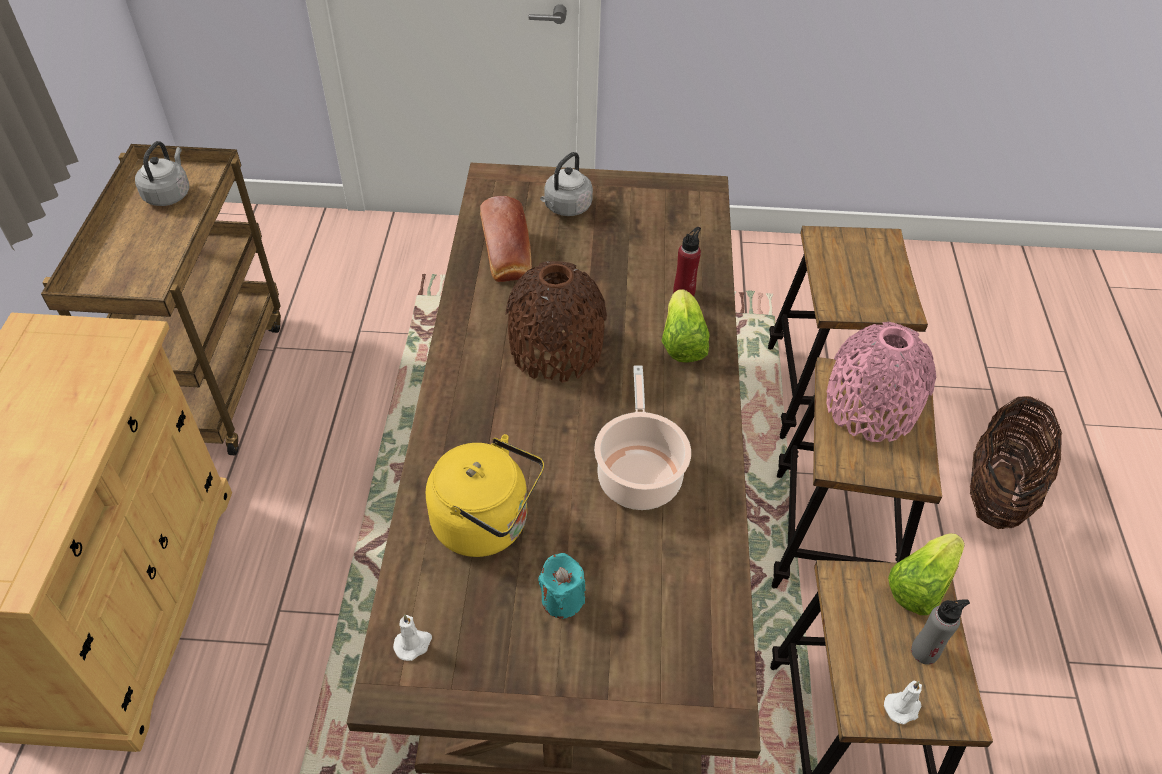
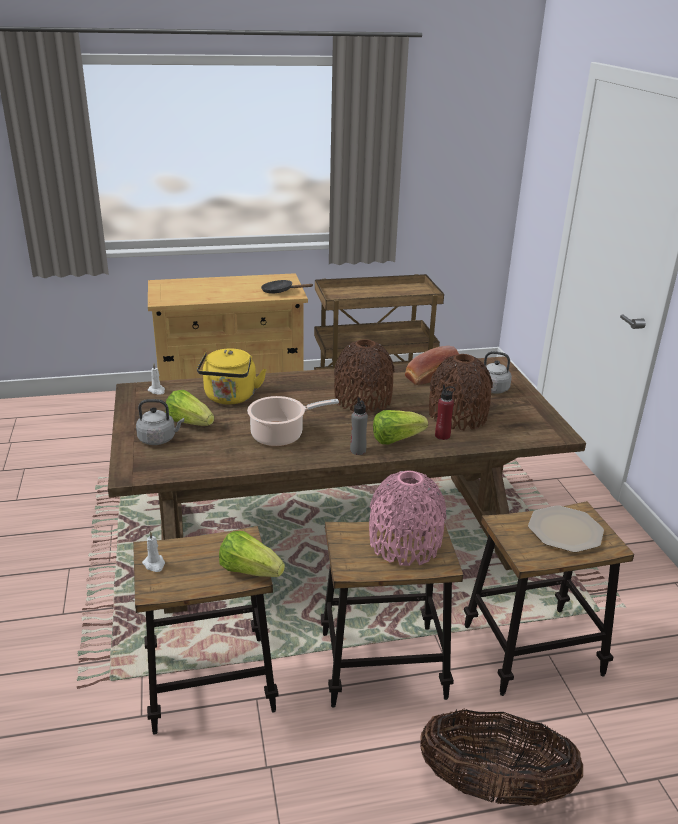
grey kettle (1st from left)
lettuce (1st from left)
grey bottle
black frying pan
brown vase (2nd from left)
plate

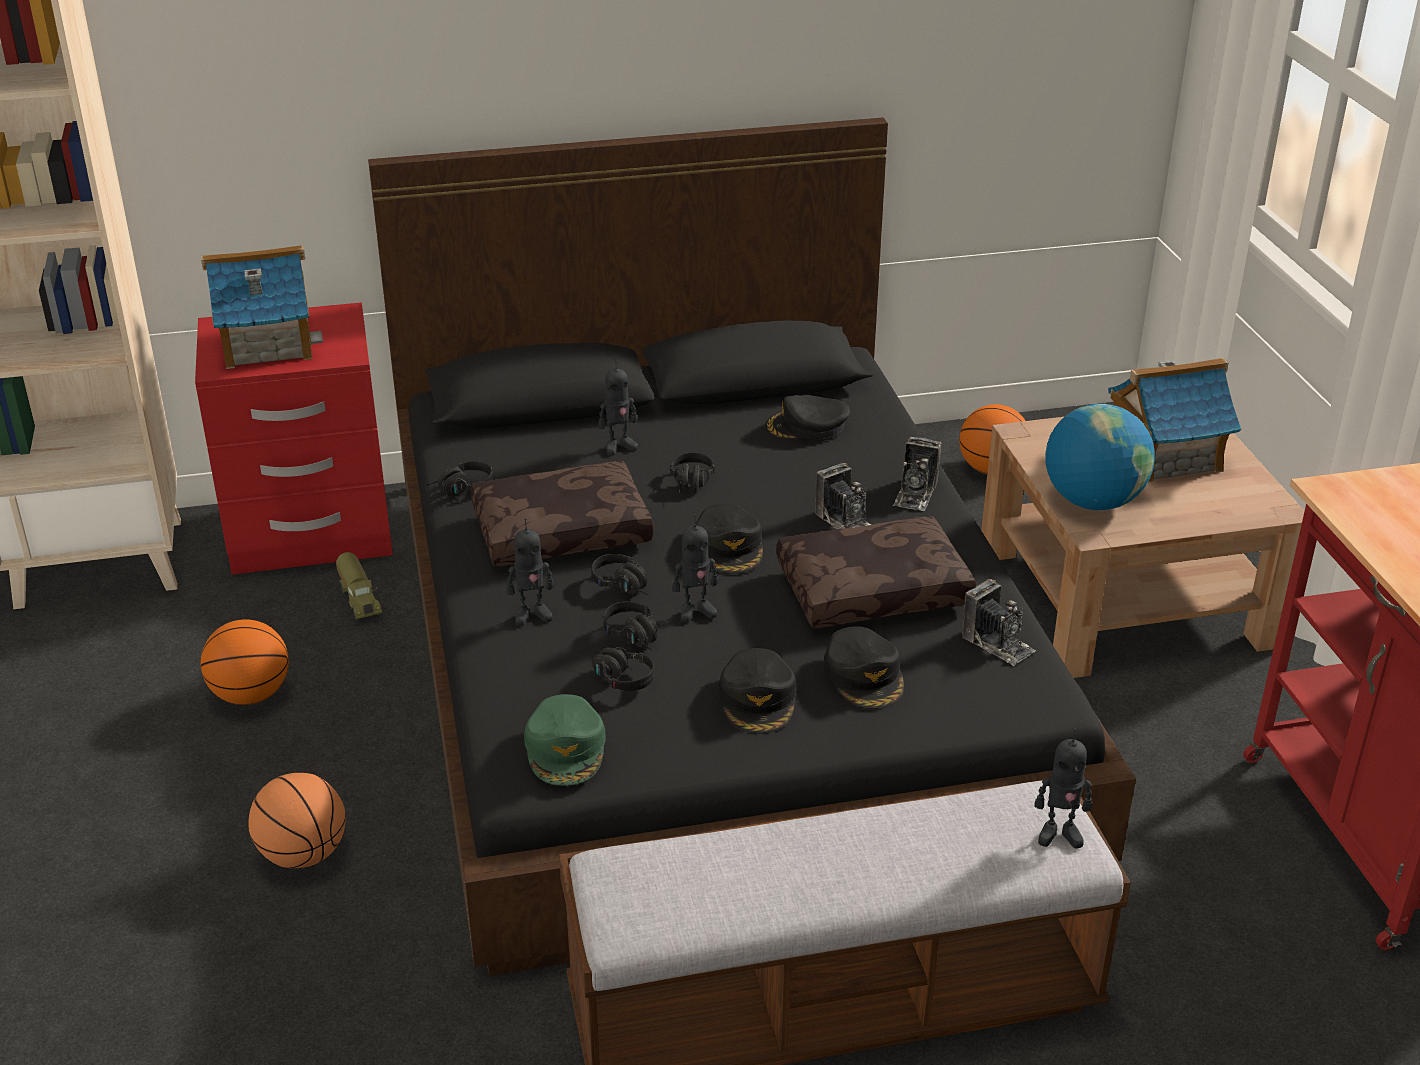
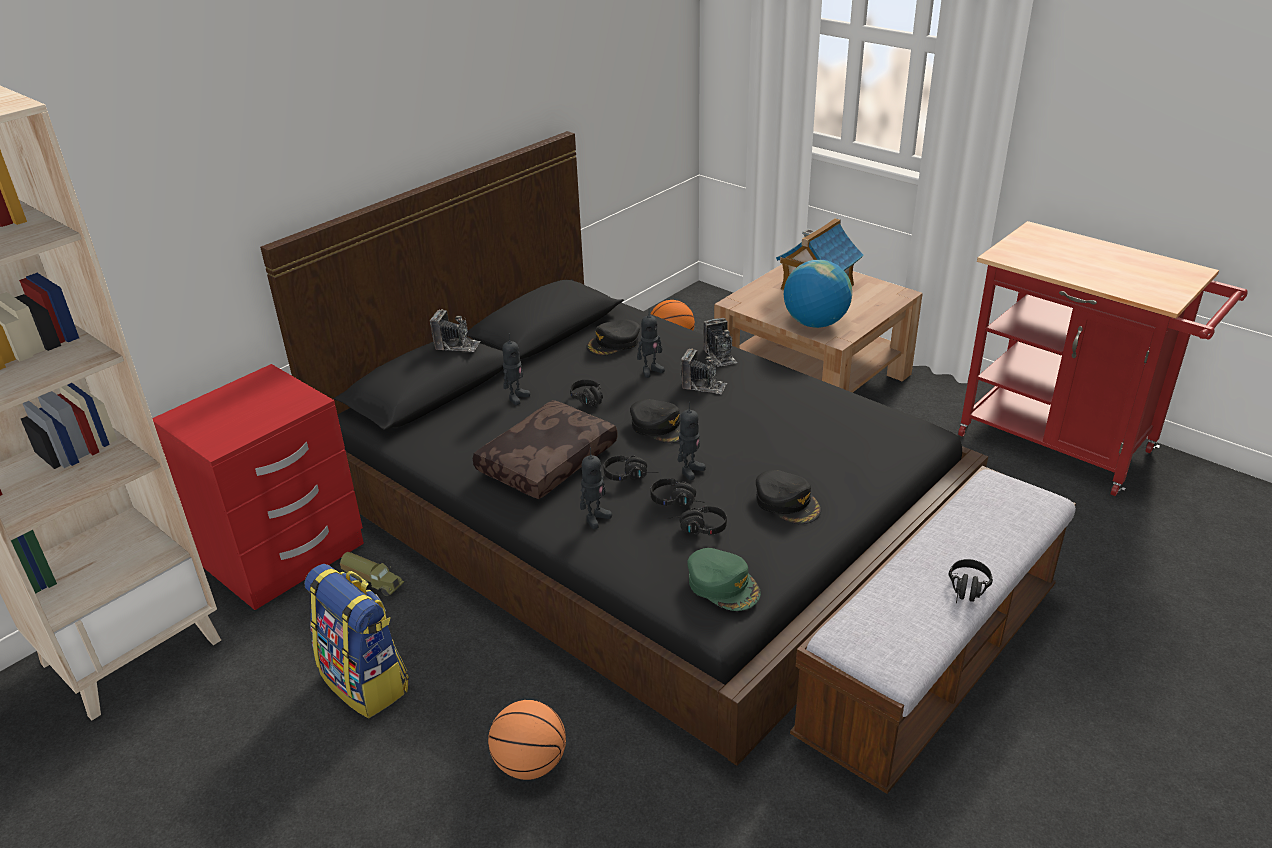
toy house (1st from left in the first image)
backpack
black headphones (5th from left)
brown pillow (2nd from left in the first image)
black cap (4th from left in the first image)
photo camera (1st from left)
toy robot (3rd from left)

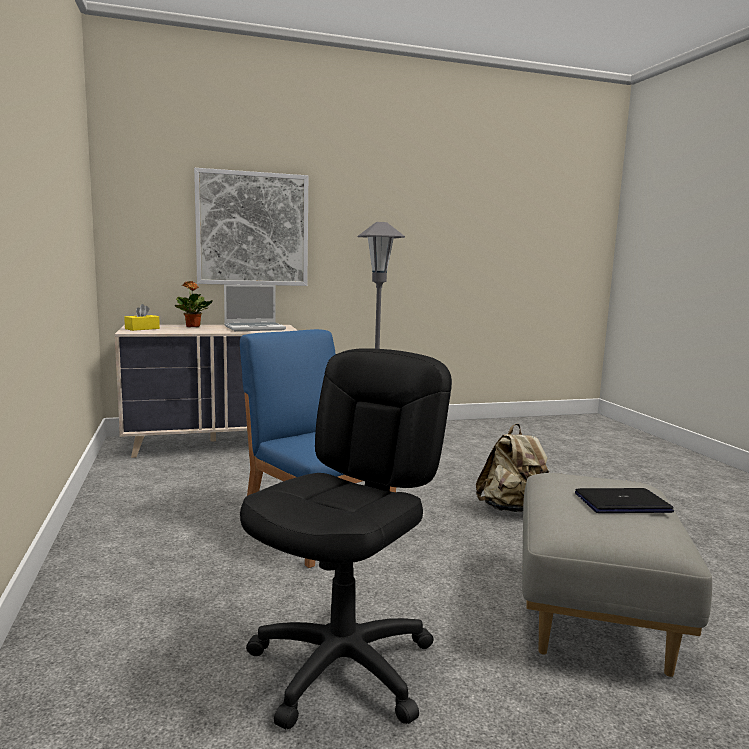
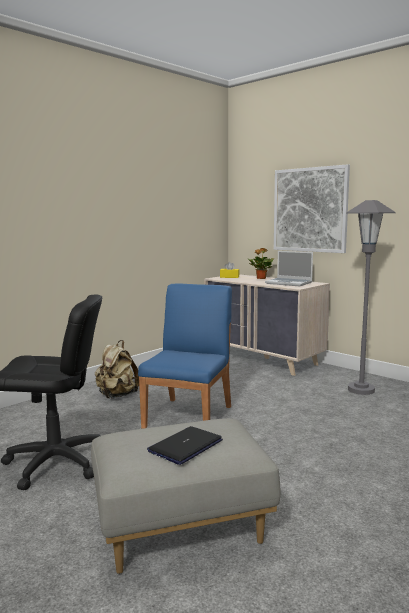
beige backpack
laptop (1st from left)

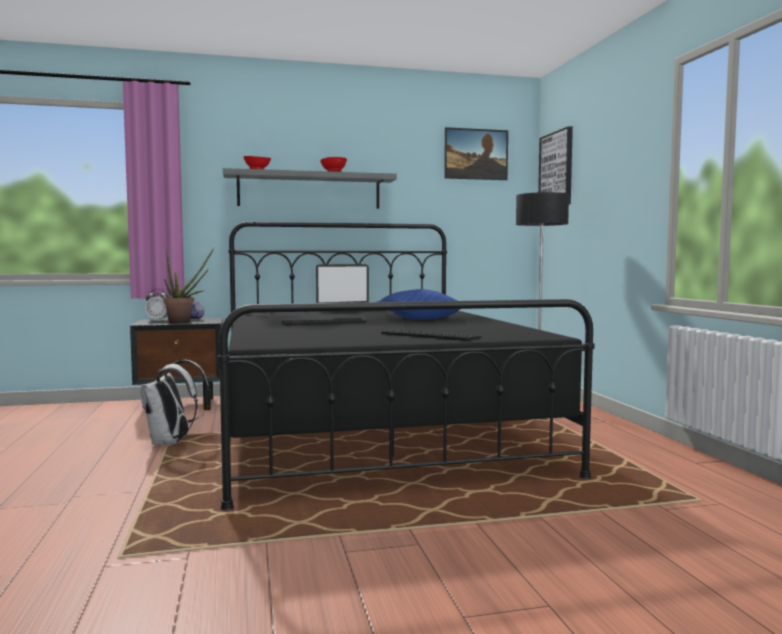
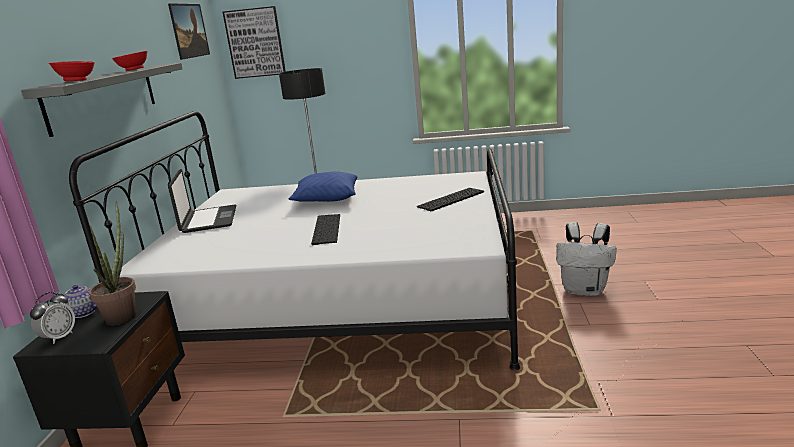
white backpack
white bed

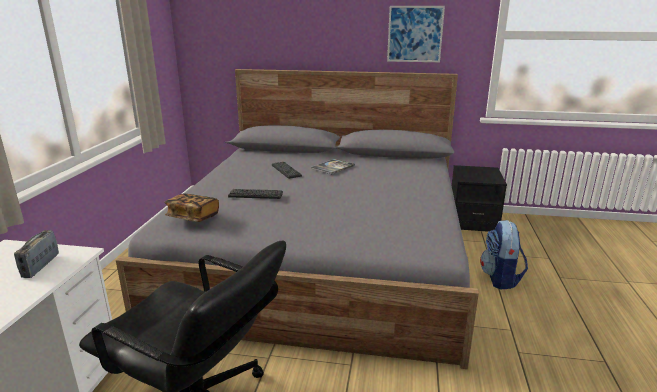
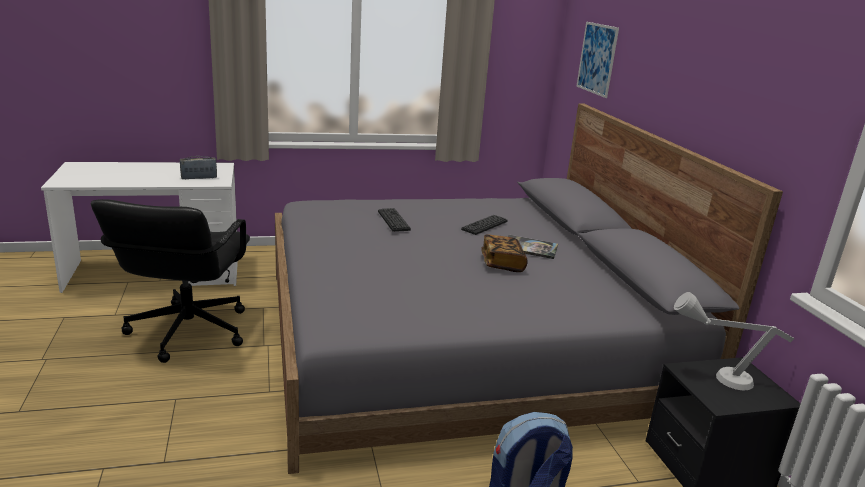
book (1st from left)
picture
grey table lamp

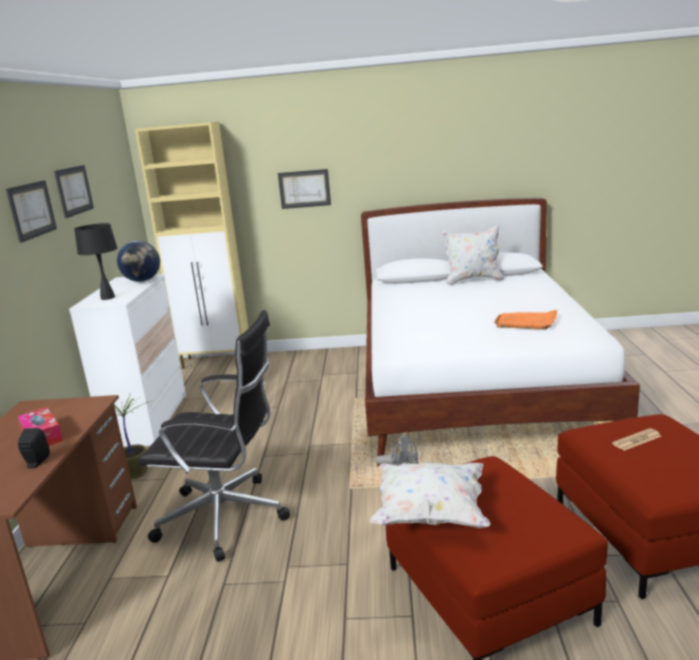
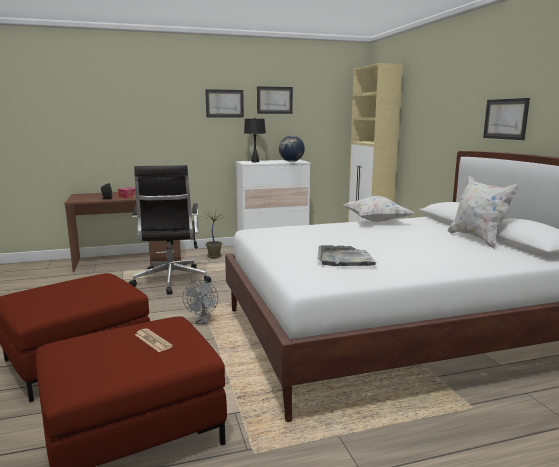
picture (3rd from left)
white pillow (1st from left)
grey tray

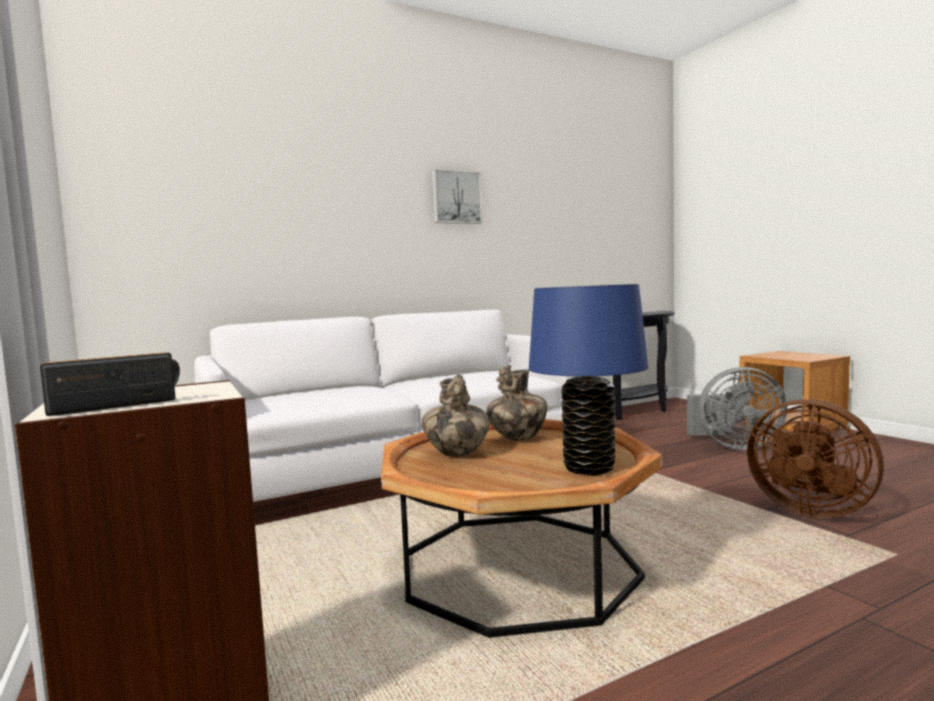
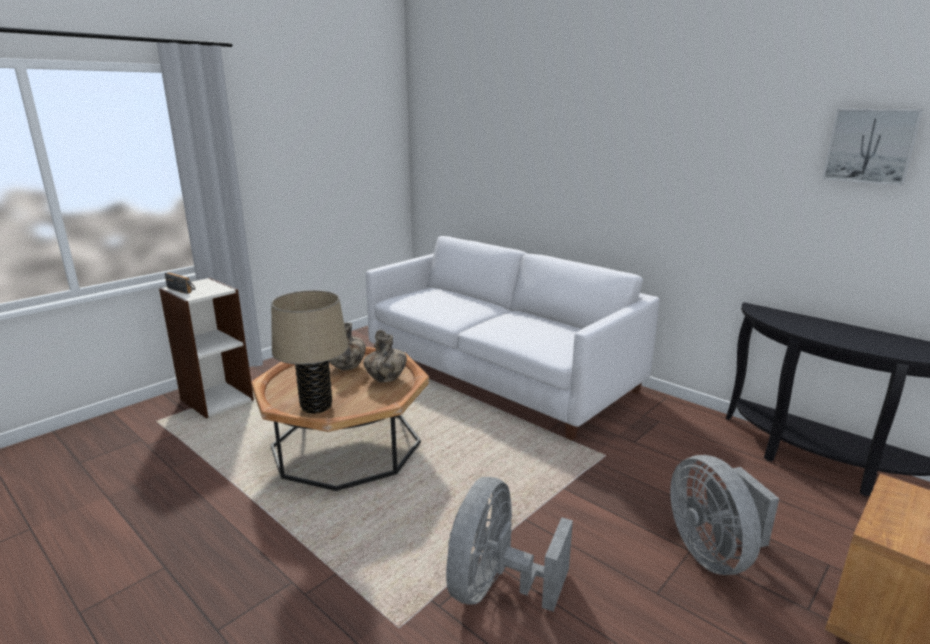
picture
beige table lamp
grey fan (1st from left)

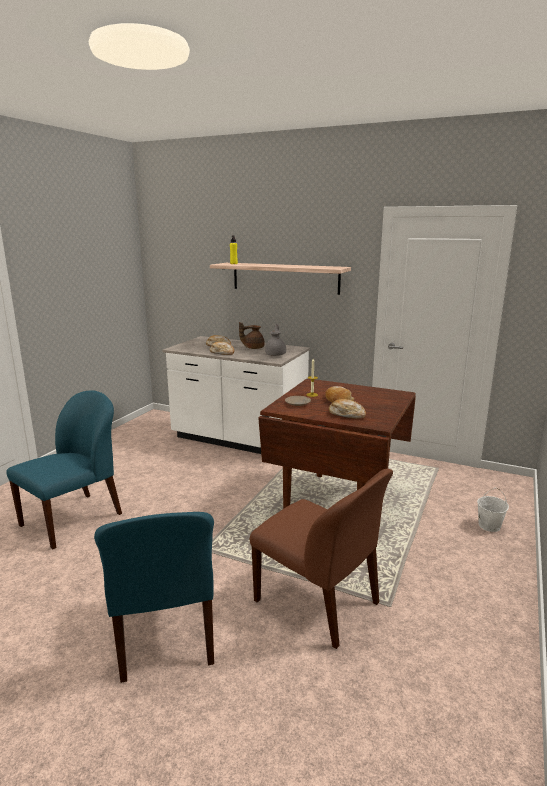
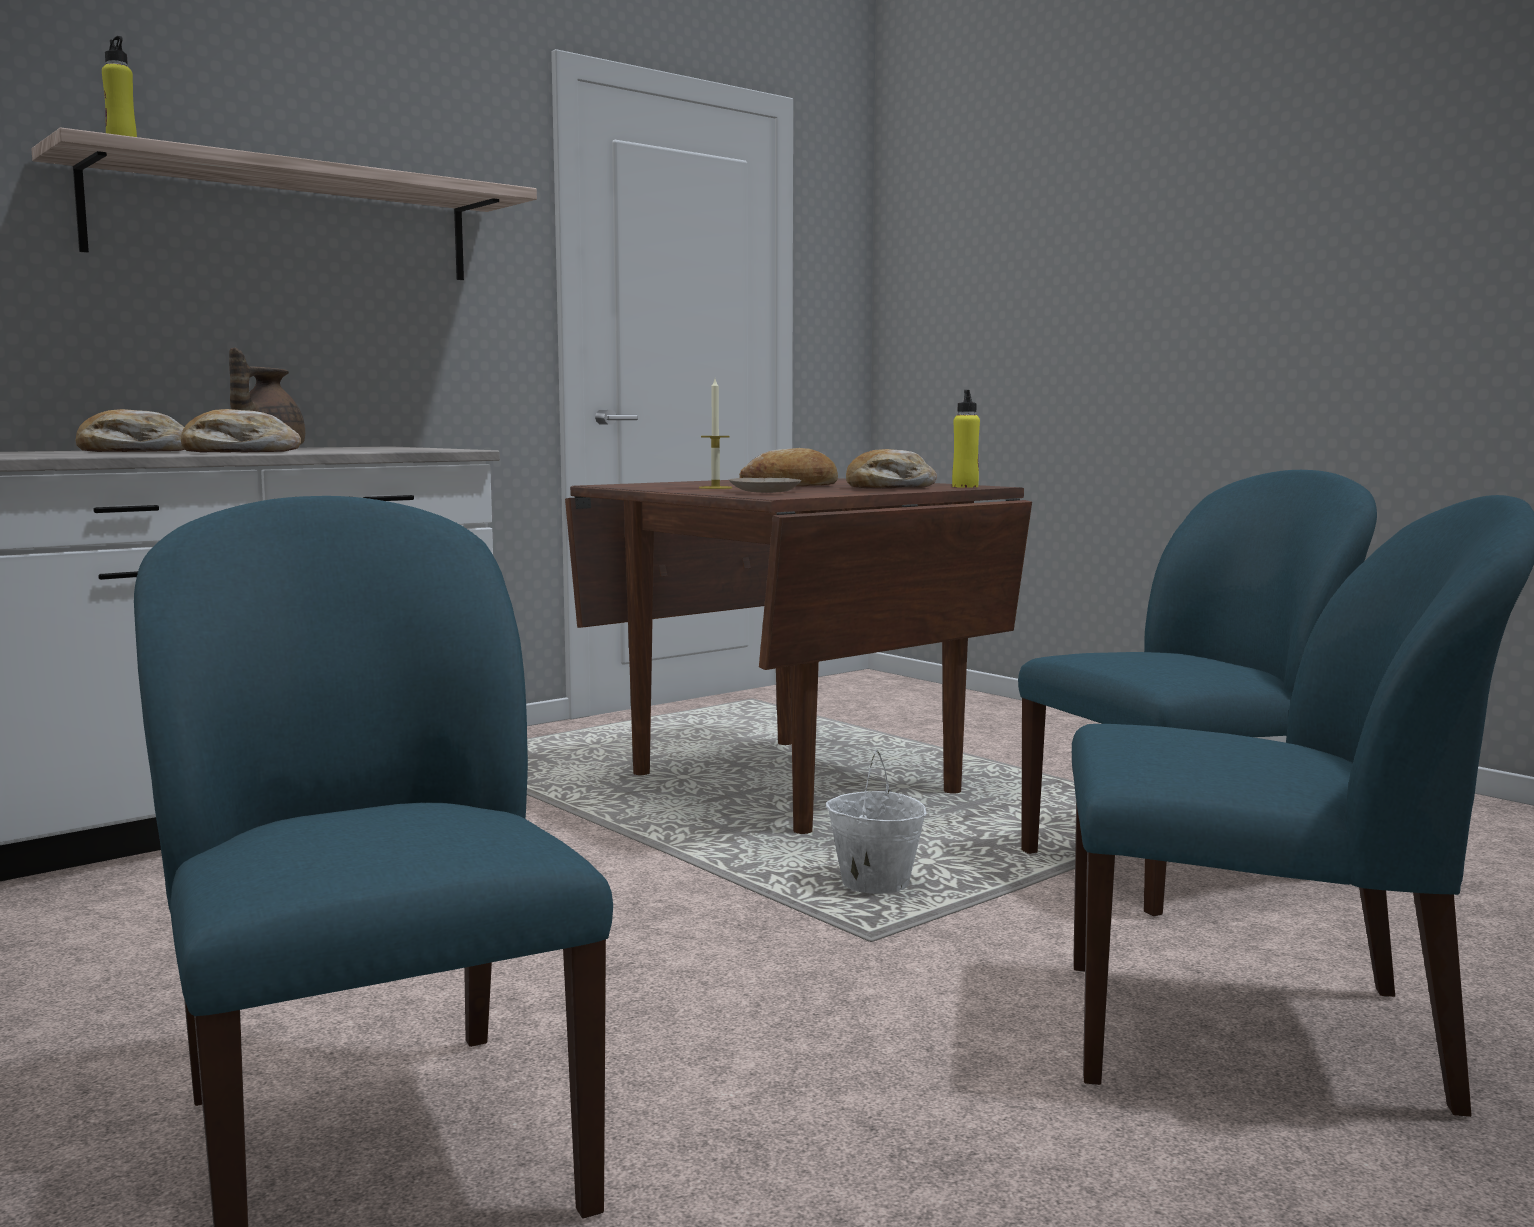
blue chair (2nd from left)
grey teapot
white bucket
yellow bottle (2nd from left)

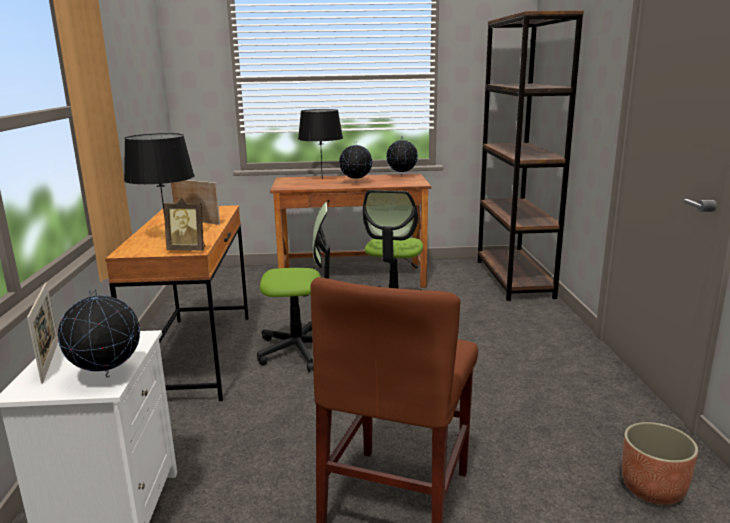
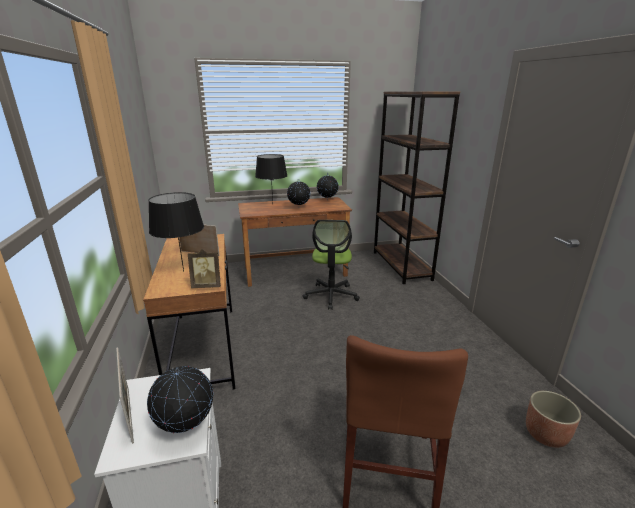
office chair (1st from left in the first image)

